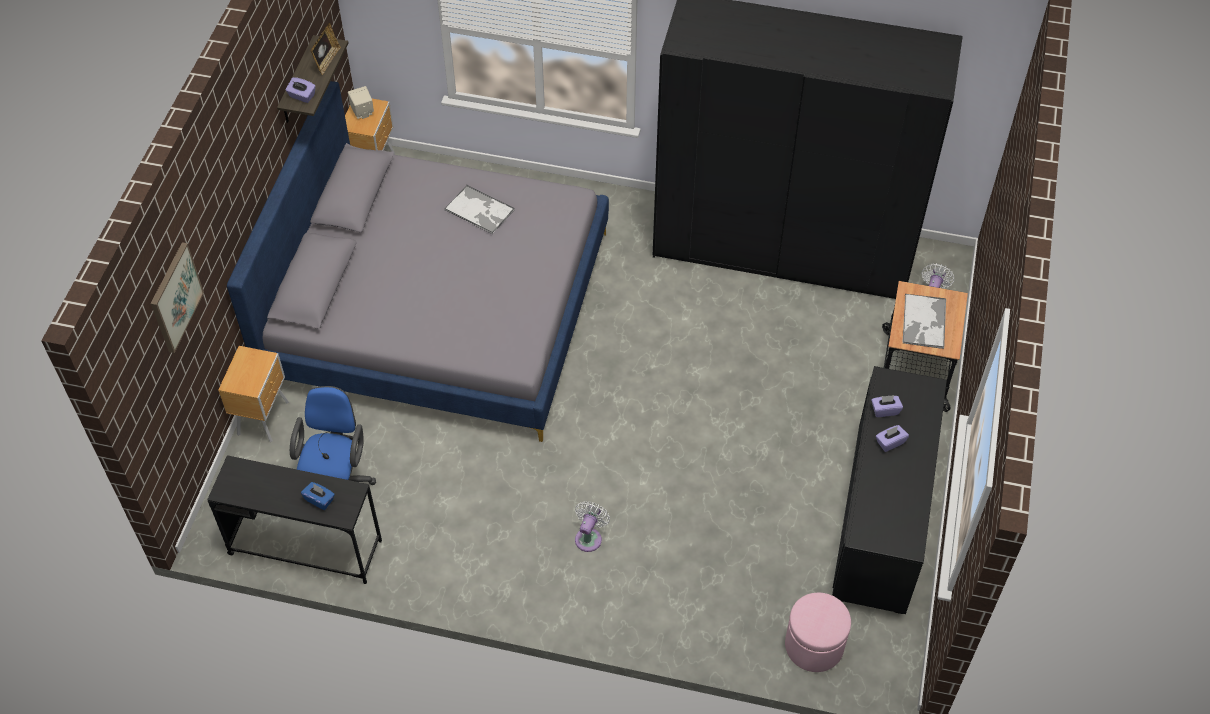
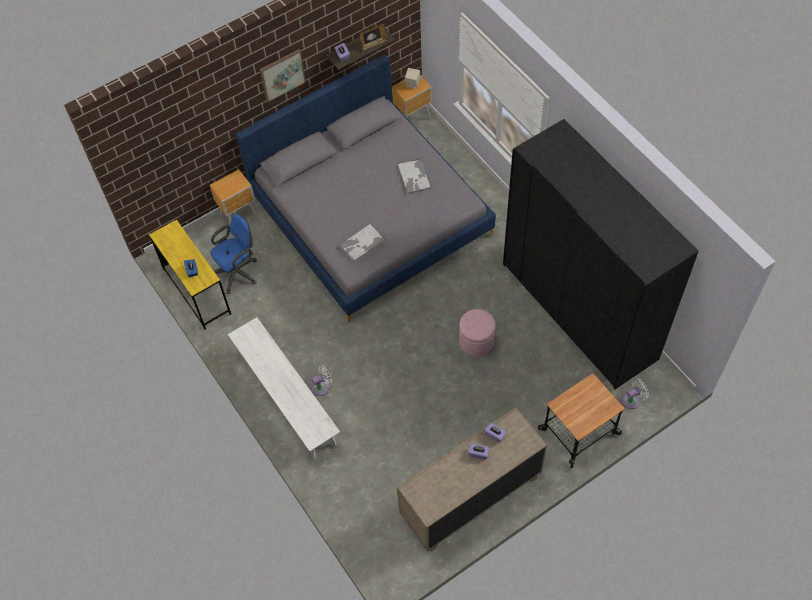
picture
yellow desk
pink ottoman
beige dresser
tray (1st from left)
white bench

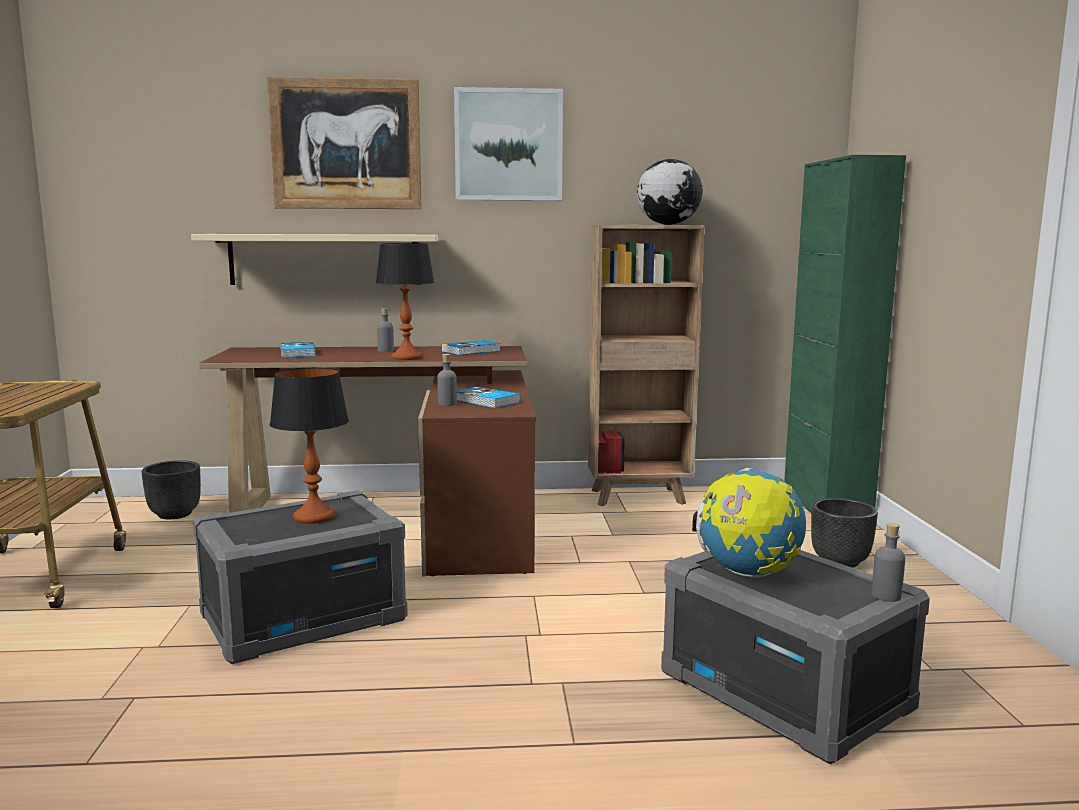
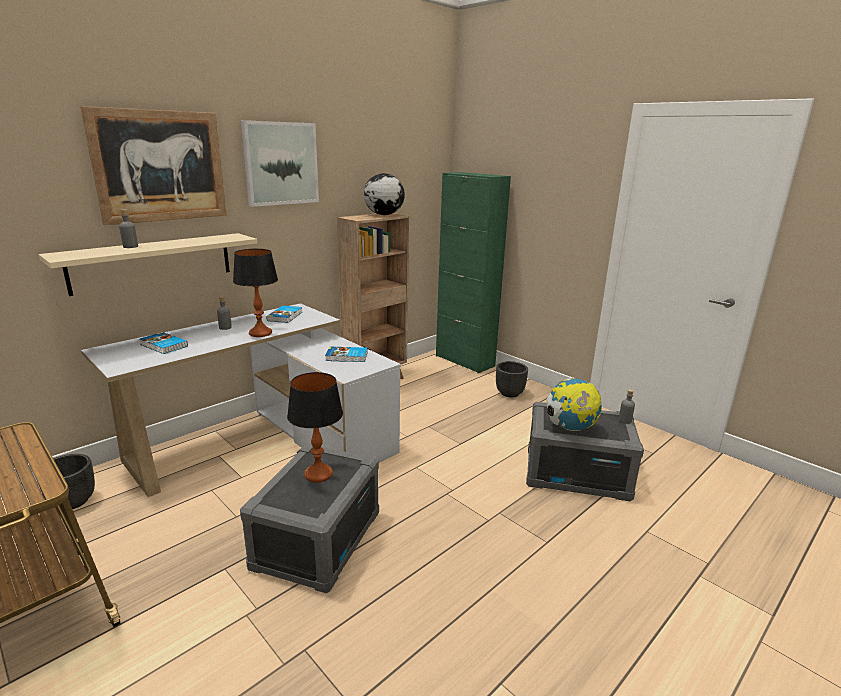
white desk
grey bottle (1st from left)

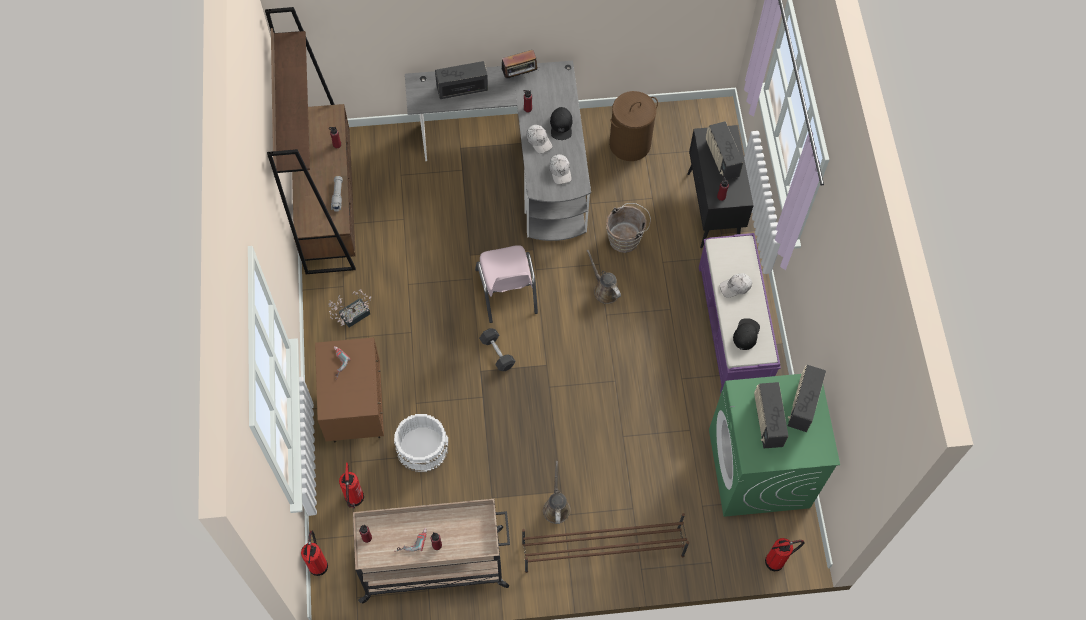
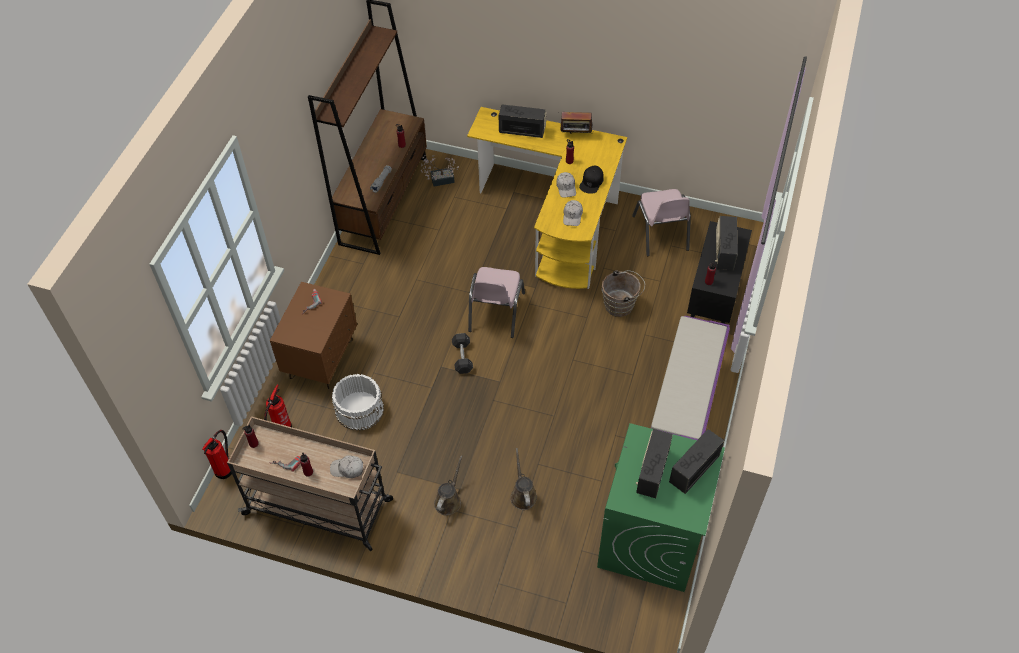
potted plant
yellow desk
brown shoe rack
brown watering can (2nd from left)
pink chair (2nd from left)
white cap (1st from left)
black cap (2nd from left in the first image)
fire extinguisher (3rd from left in the first image)

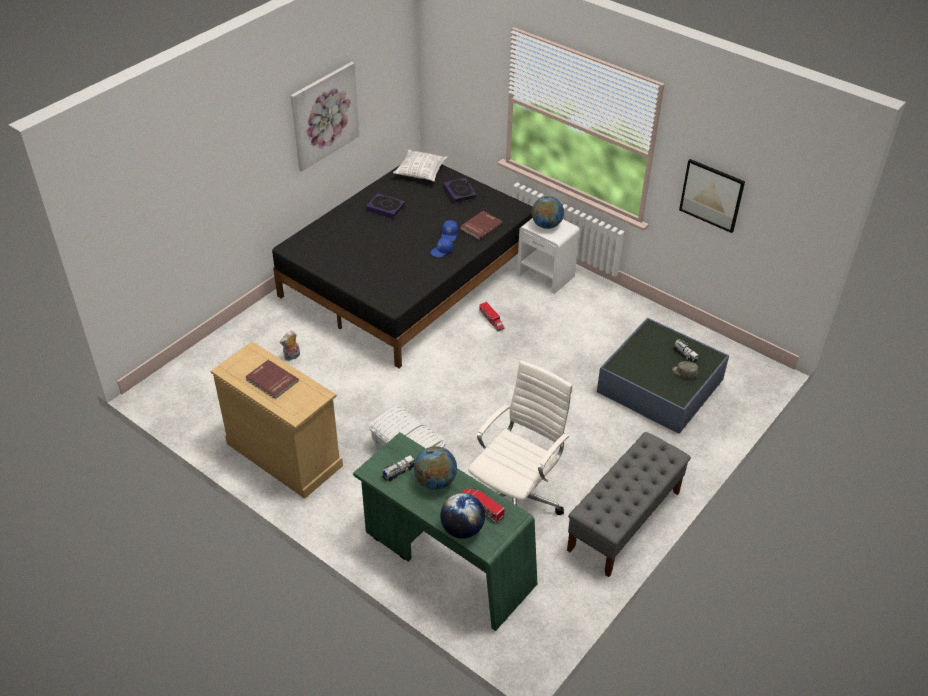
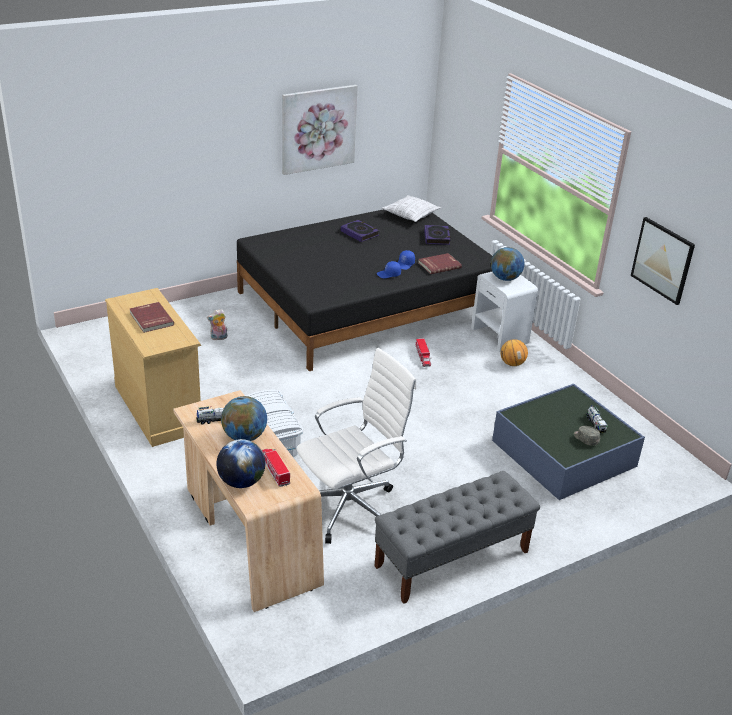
beige desk
basketball

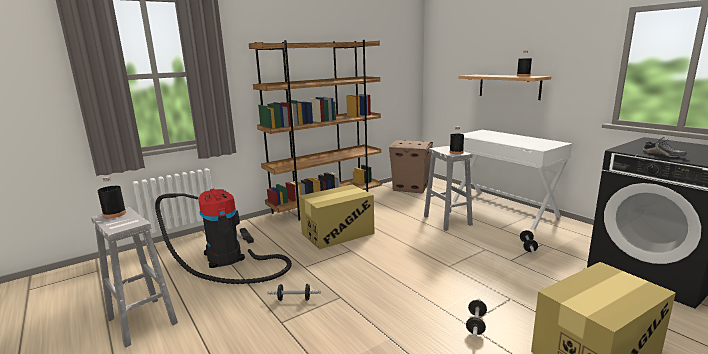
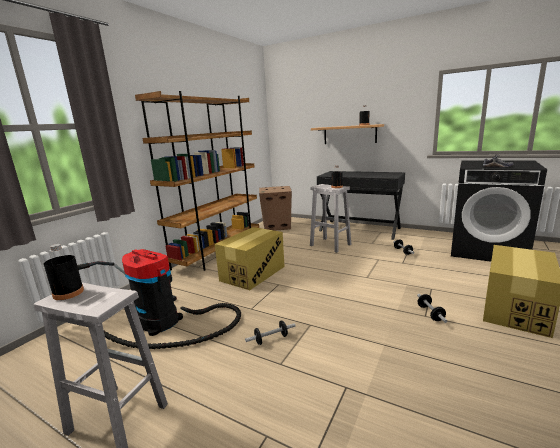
black desk

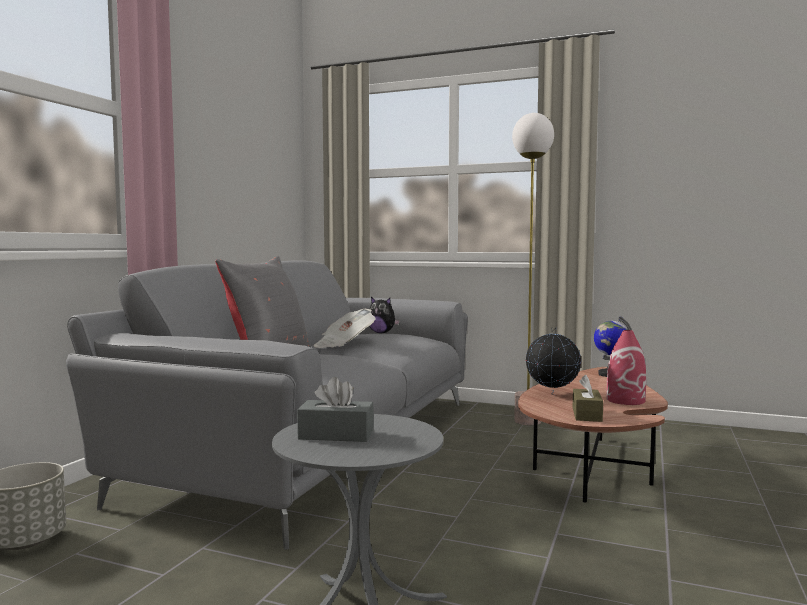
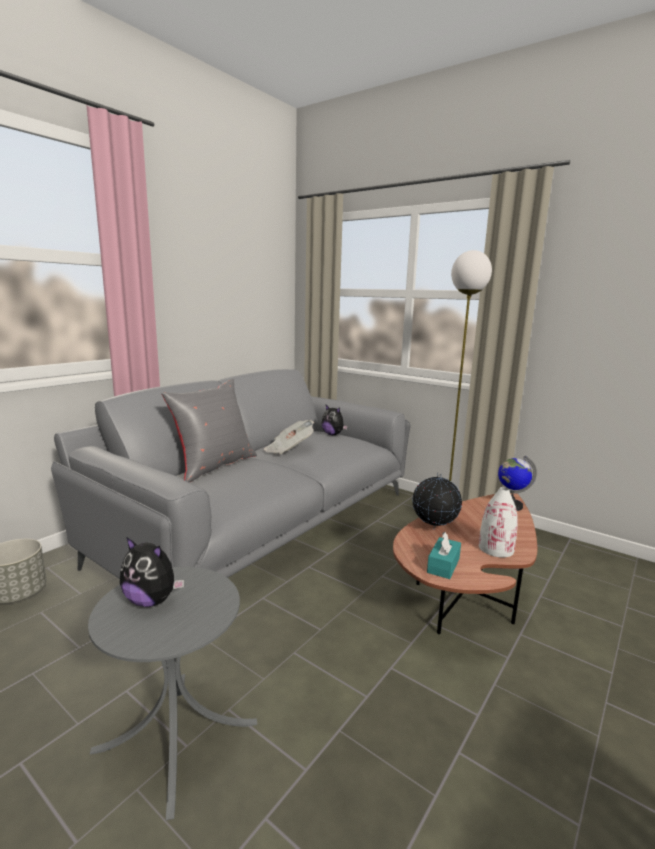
plush toy (1st from left)
turquoise tissue box
white vase

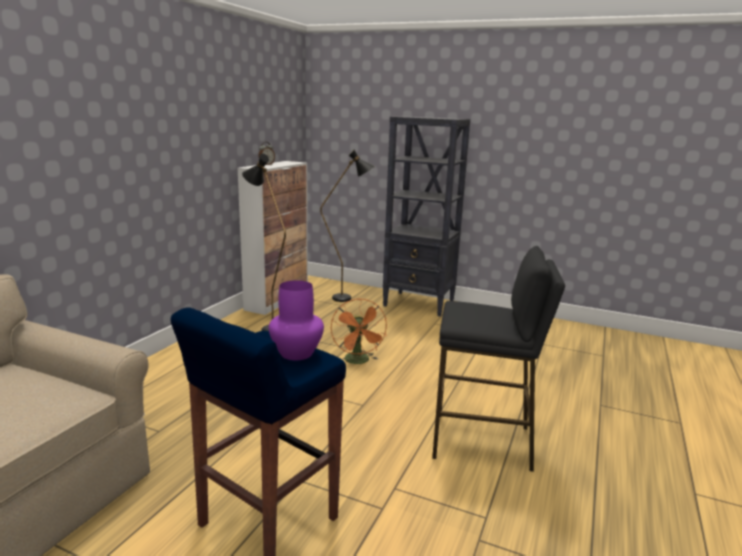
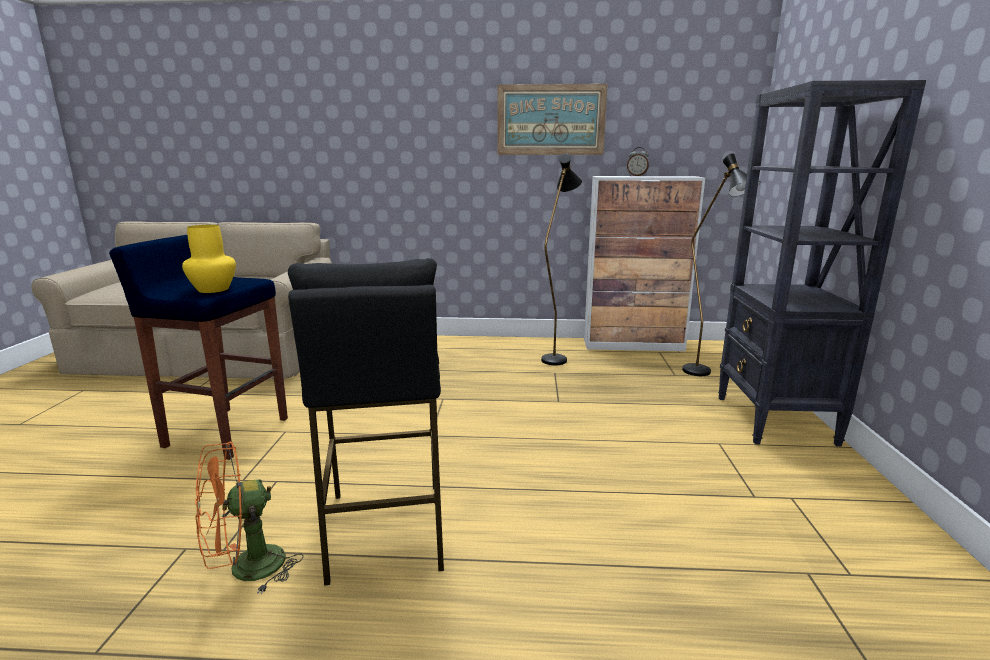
yellow vase
orange fan
picture

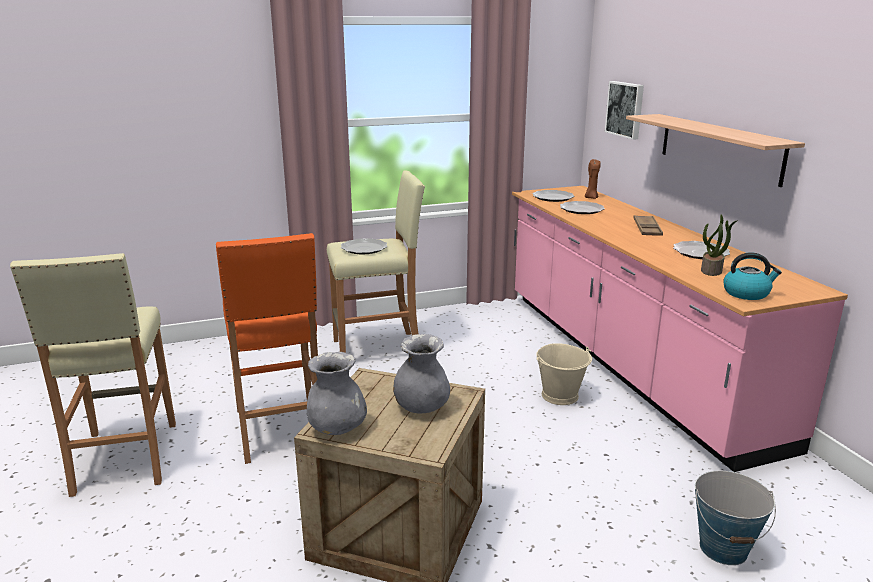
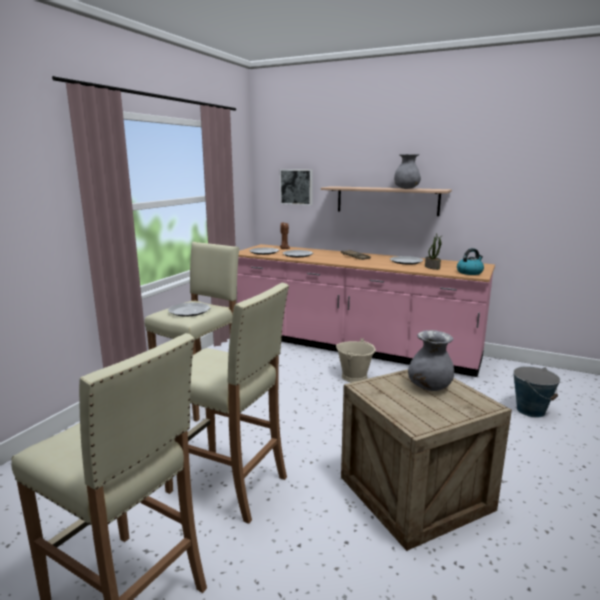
beige stool (3rd from left)
grey vase (1st from left)

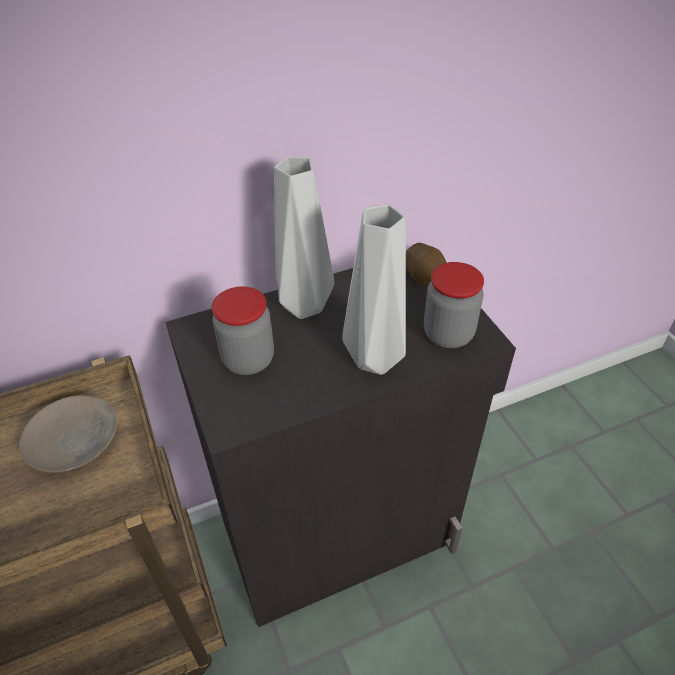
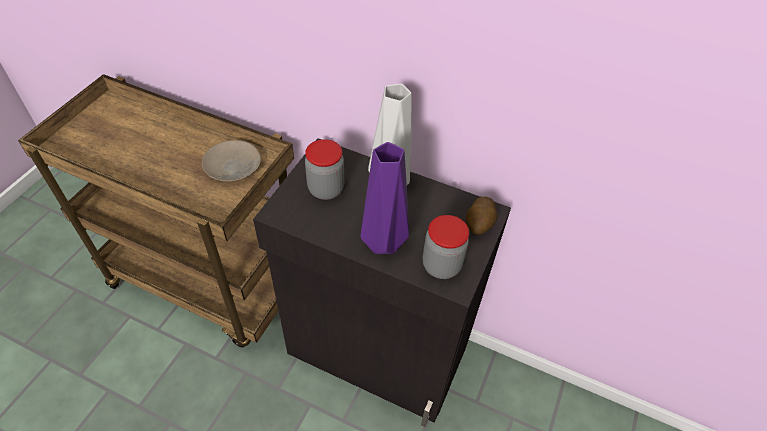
purple vase

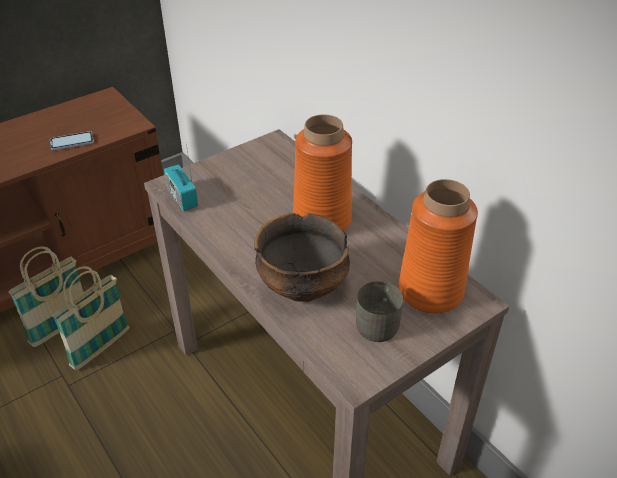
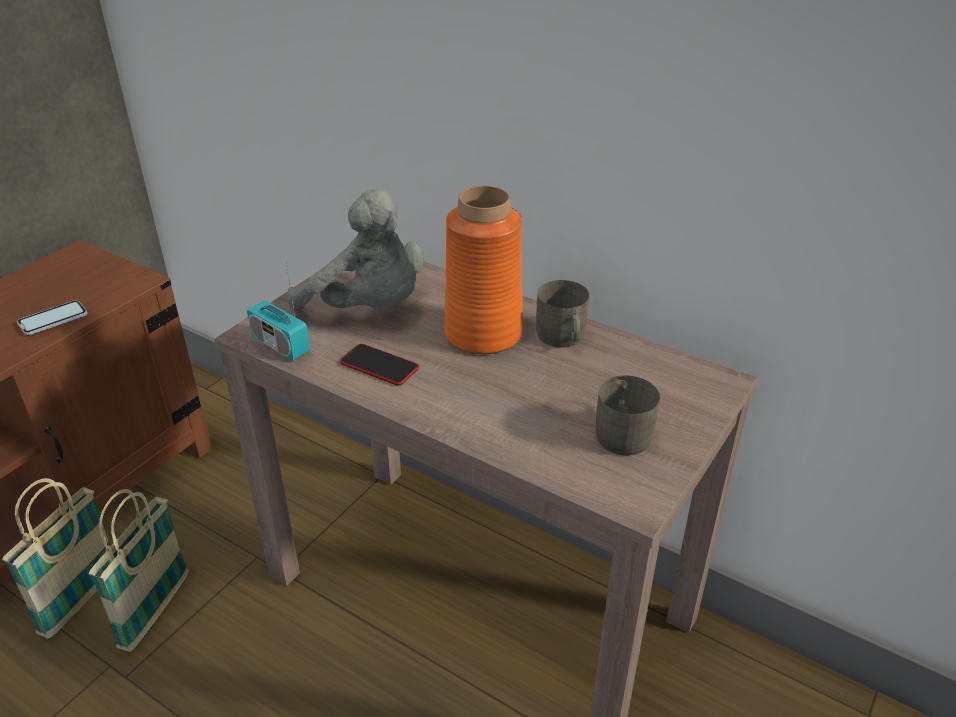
bowl
orange vase (2nd from left in the first image)
grey plush toy
phone (2nd from left)
grey mug (1st from left)

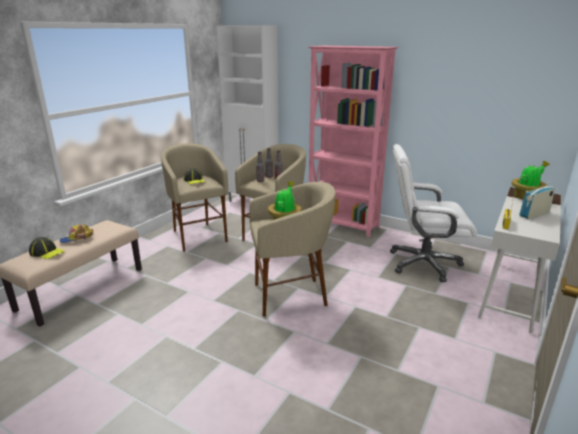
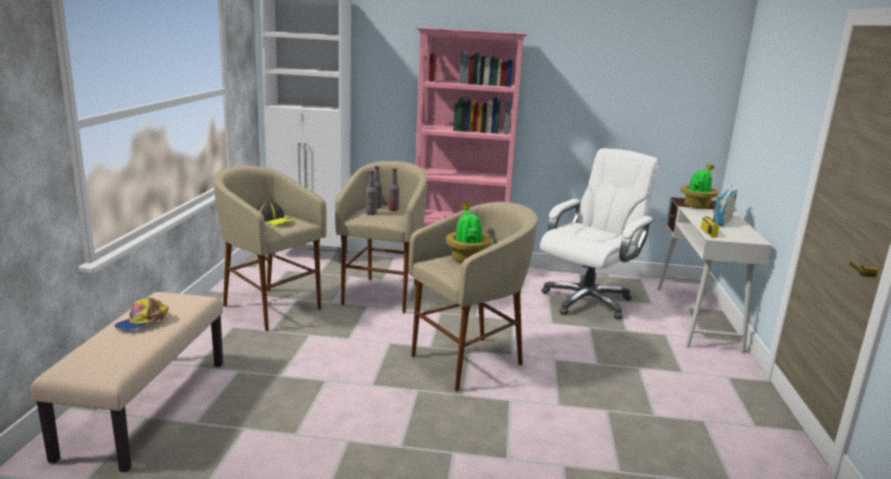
cap (1st from left in the first image)
white office chair

